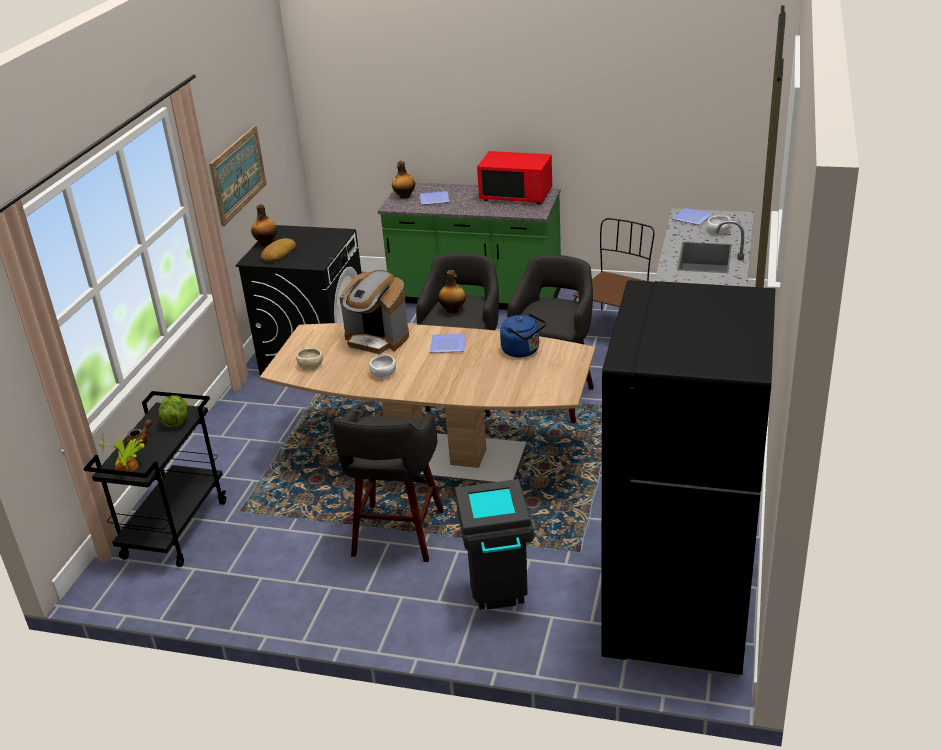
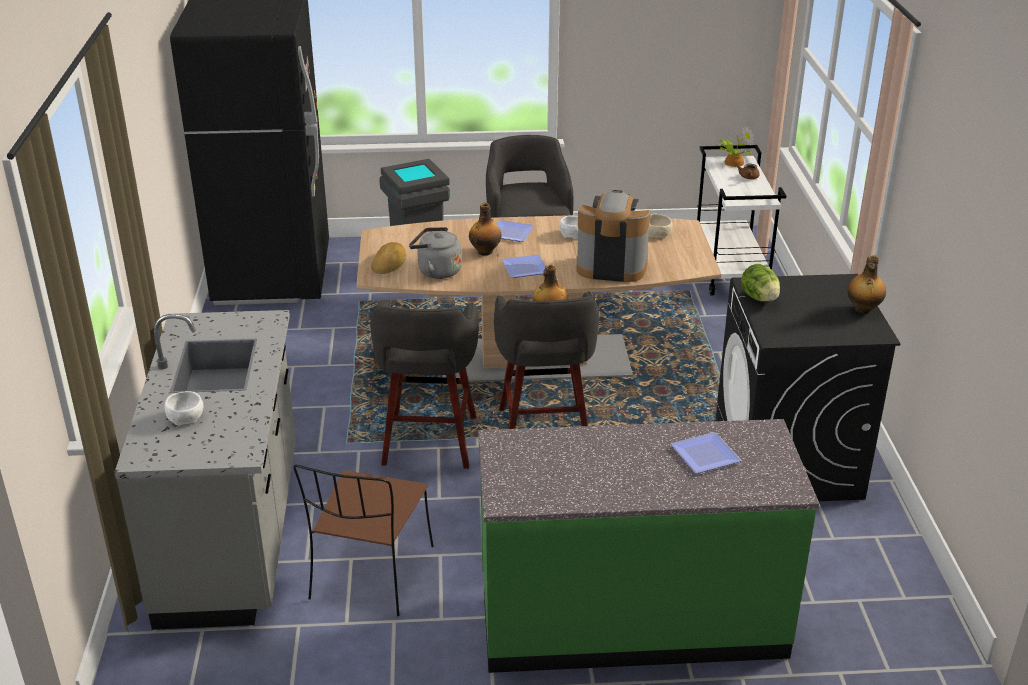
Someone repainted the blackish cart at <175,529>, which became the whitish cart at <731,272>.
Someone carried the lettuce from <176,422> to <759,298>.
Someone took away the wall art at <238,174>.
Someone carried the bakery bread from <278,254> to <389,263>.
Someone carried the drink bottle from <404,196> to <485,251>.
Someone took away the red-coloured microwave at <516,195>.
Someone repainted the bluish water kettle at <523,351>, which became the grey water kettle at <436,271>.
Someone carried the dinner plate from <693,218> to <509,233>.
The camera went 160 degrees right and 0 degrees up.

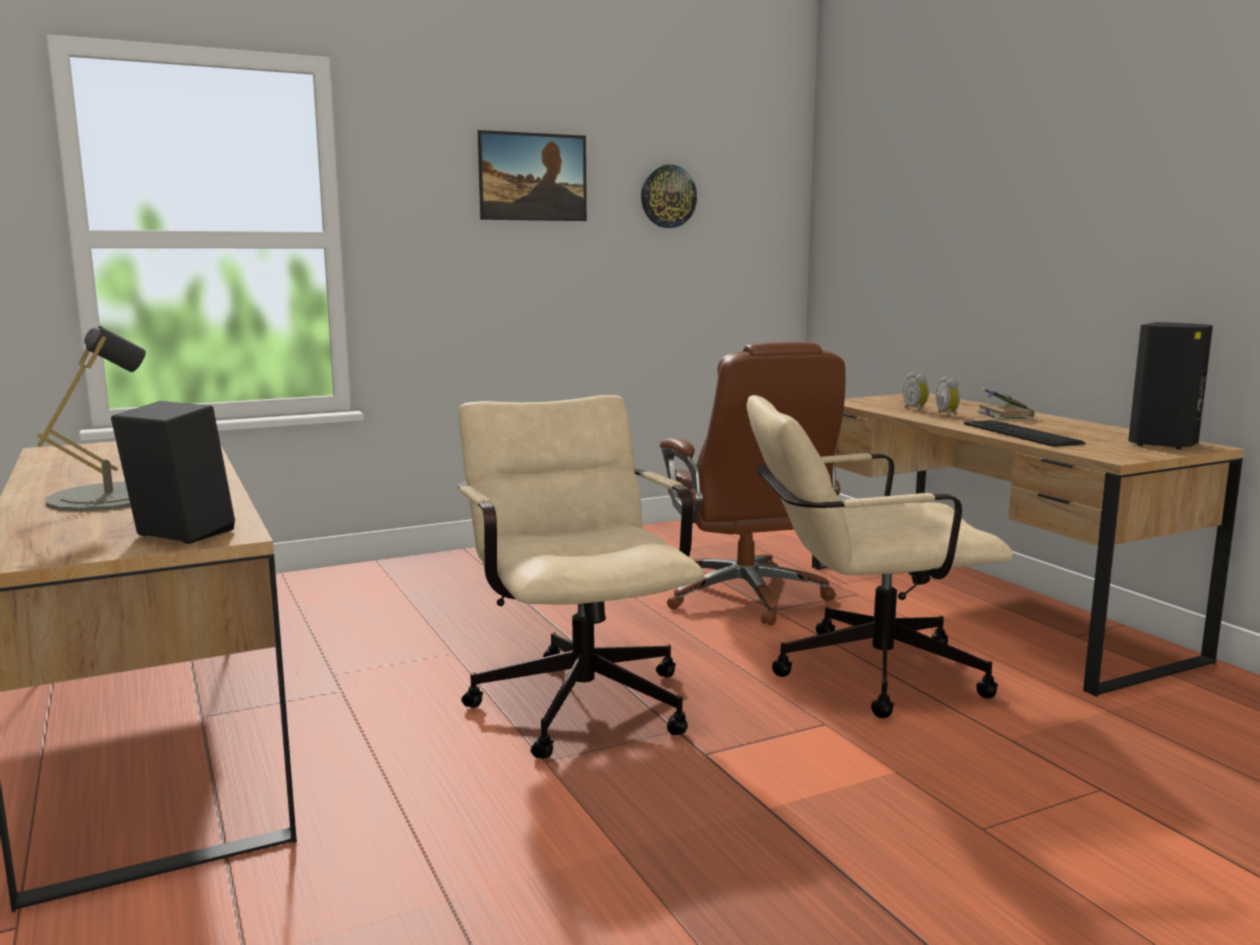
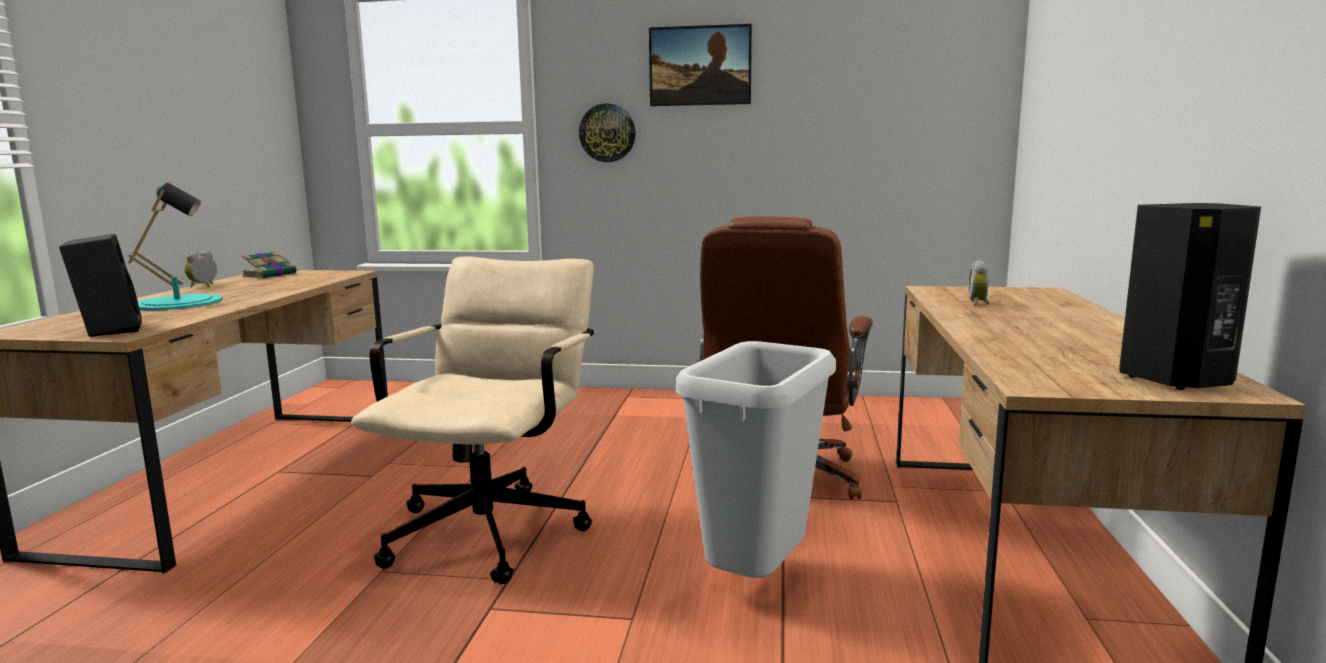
Someone repainted the grey tabletop lamp at <109,497>, which became the turquoise tabletop lamp at <178,302>.
Someone carried the clock on the wall from <668,196> to <607,133>.
Someone swapped the sand-coloured office chair at <860,673> for the grey rubbish bin at <754,580>.
Someone carried the alarm clock from <948,415> to <204,286>.
Someone took away the keyboard at <1021,433>.
Someone carried the volume from <1004,415> to <271,275>.
The camera went 35 degrees right and 0 degrees up.

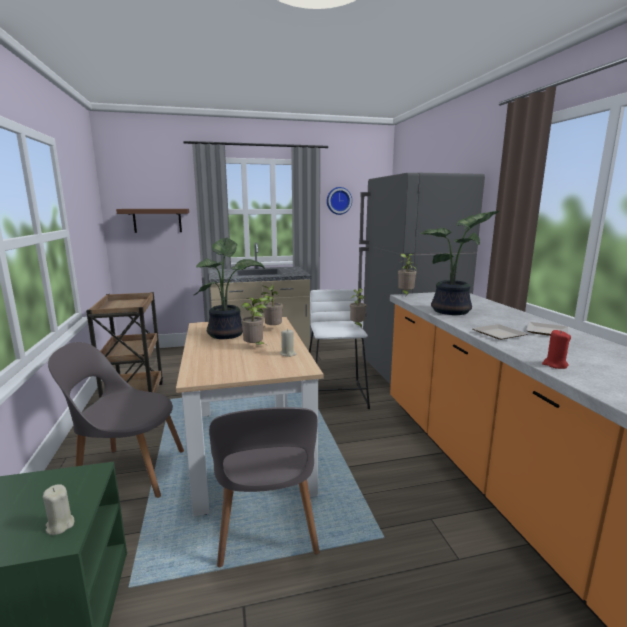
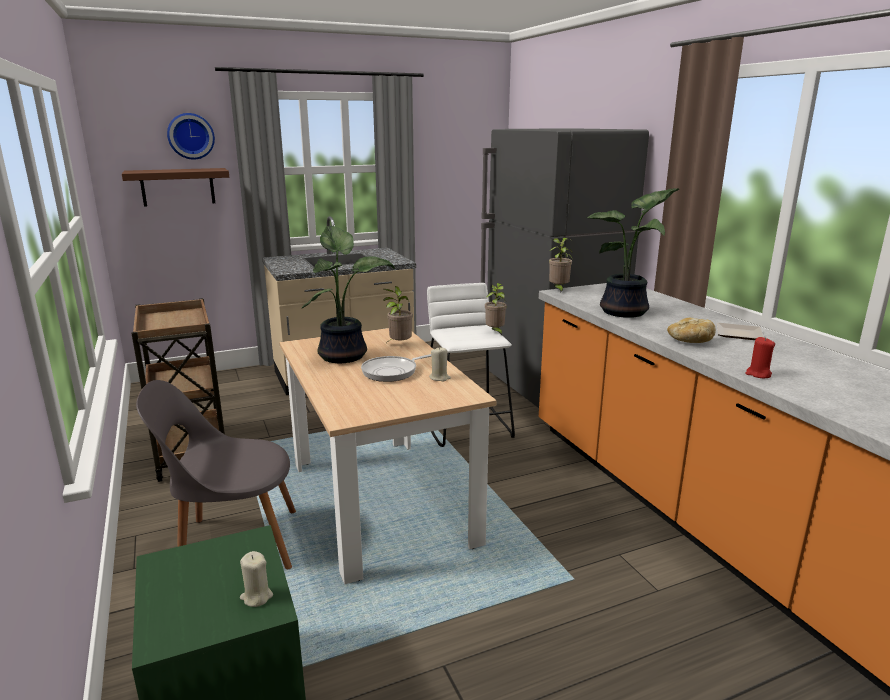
Someone took away the grey plain chair at <266,527>.
Someone swapped the potted plant at <255,347> for the frying pan at <393,372>.
Someone carried the clock on the wall from <338,201> to <191,136>.
Someone swapped the dinner plate at <499,335> for the bakery bread at <689,341>.
The camera went 10 degrees left and 5 degrees up.

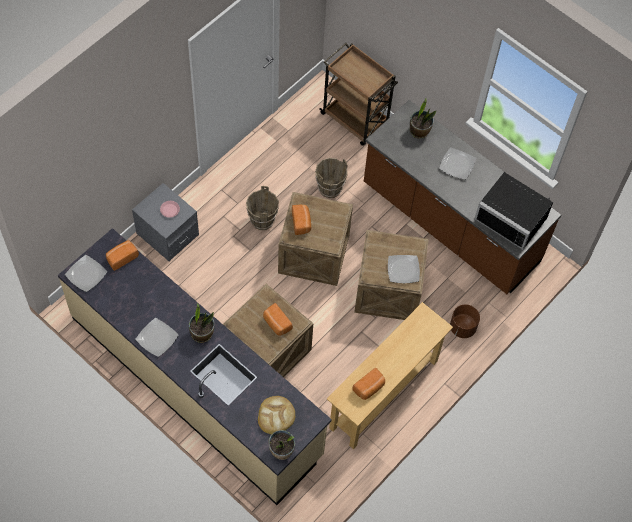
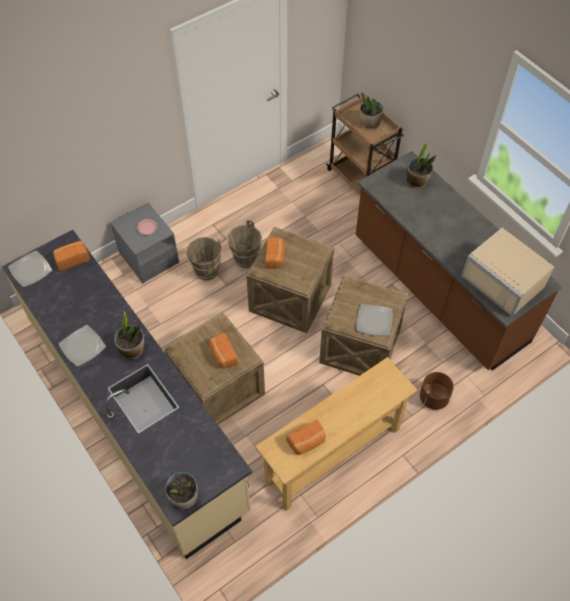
Someone took away the bakery bread at <276,415>.
Someone carried the brownish bucket from <329,188> to <206,271>.
Someone took away the dinner plate at <457,164>.
Someone repainted the blackish microwave at <513,216>, which became the sand-coloured microwave at <506,280>.
Someone put down the potted plant at <370,124>.
The camera went 15 degrees right and 5 degrees down.

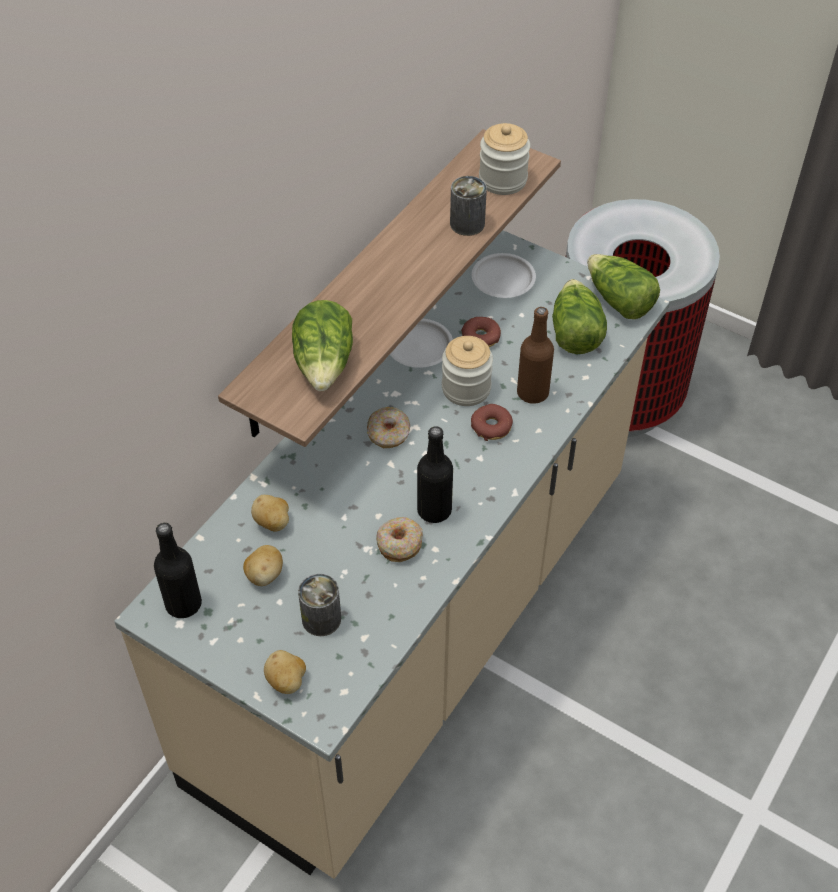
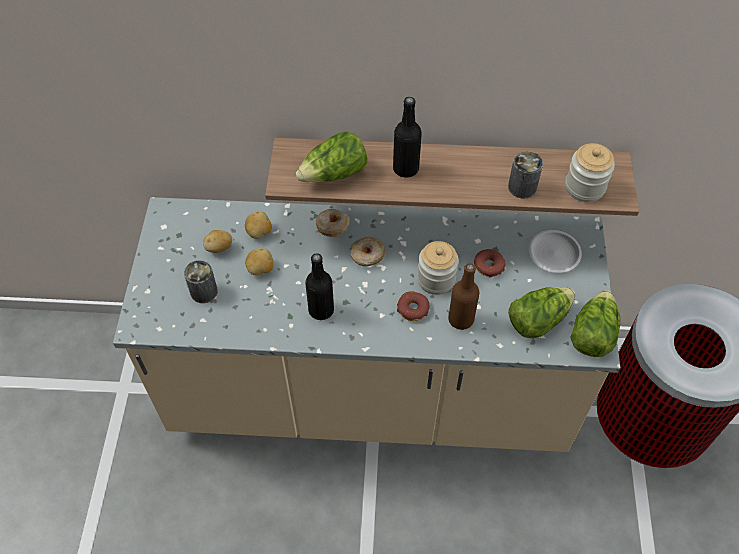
Someone carried the blackish drink bottle from <183,604> to <405,168>.
Someone carried the spud from <287,681> to <261,269>.
Someone carried the doughnut from <399,544> to <333,226>.
Someone took away the whitish dinner plate at <419,346>.
The camera went 60 degrees right and 5 degrees up.

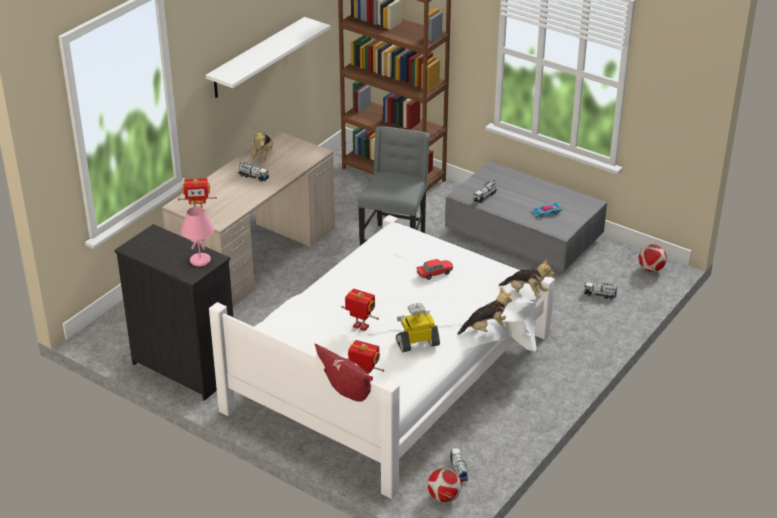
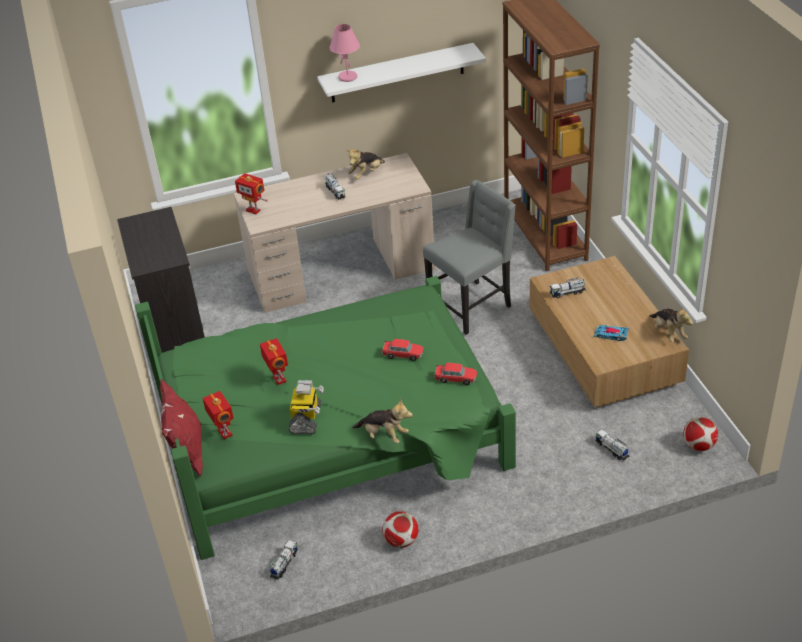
Someone carried the pink tabletop lamp from <200,260> to <348,77>.
Someone repainted the whitish bedroom bed at <392,371>, which became the greenish bedroom bed at <334,435>.
Someone rotated the toy robot at <417,343> by 75 degrees clockwise.
Someone carried the football ball from <444,497> to <401,541>.
Someone repainted the grey coffee table at <524,235>, which became the brownish coffee table at <604,350>.
Someone carried the plush toy from <526,292> to <668,333>.
Someone put down the toy car at <455,378>.
The camera went 40 degrees right and 5 degrees up.

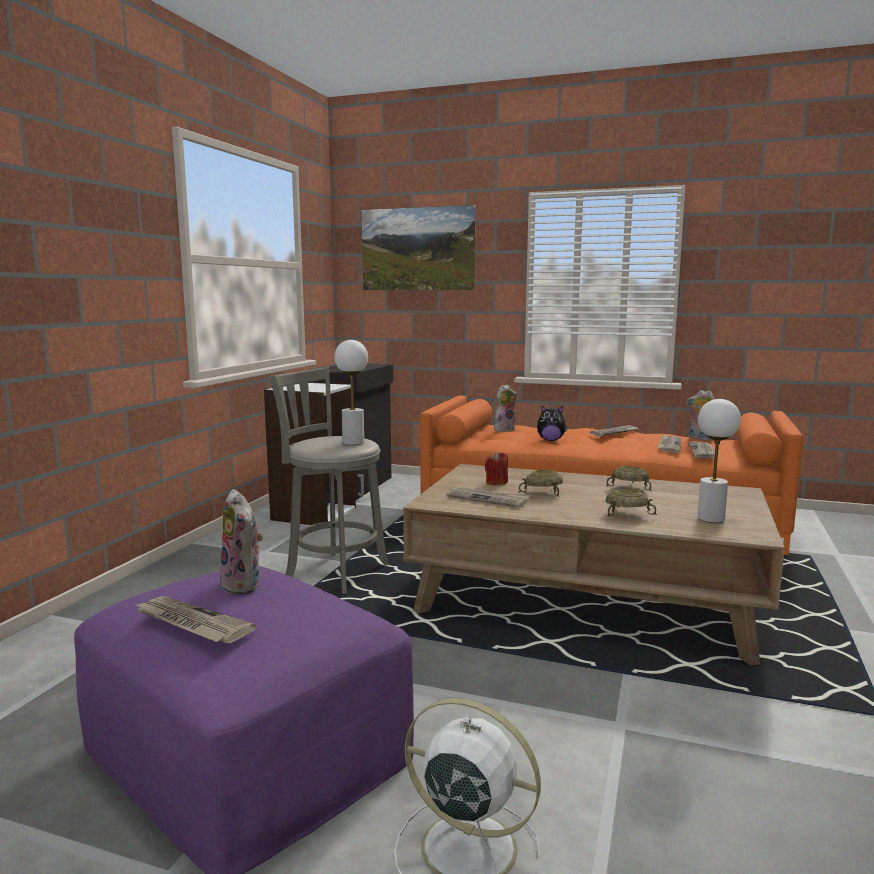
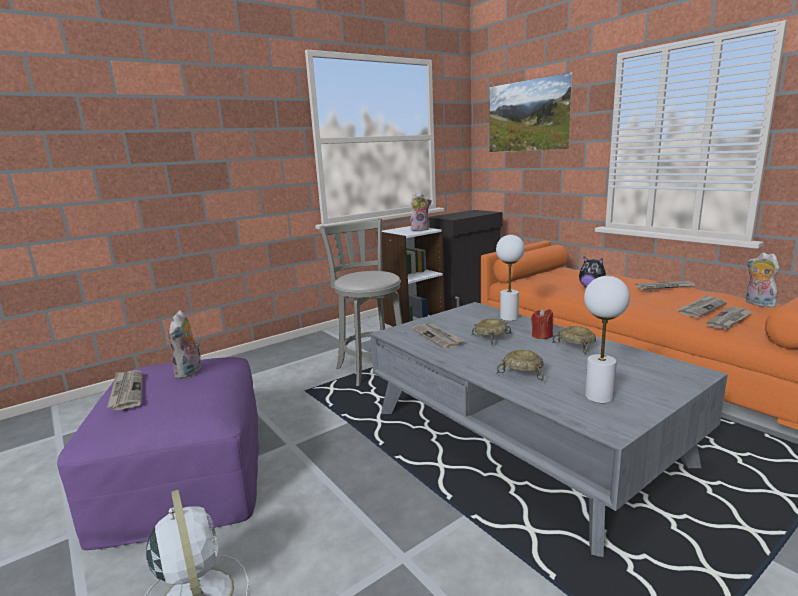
Someone carried the whitish tabletop lamp from <353,442> to <509,317>.
Someone repainted the brownish coffee table at <587,598>, which became the grey coffee table at <522,437>.
Someone carried the red-coloured candle from <496,482> to <542,336>.
Someone carried the plush toy from <504,429> to <420,229>.
The camera went 35 degrees right and 5 degrees up.

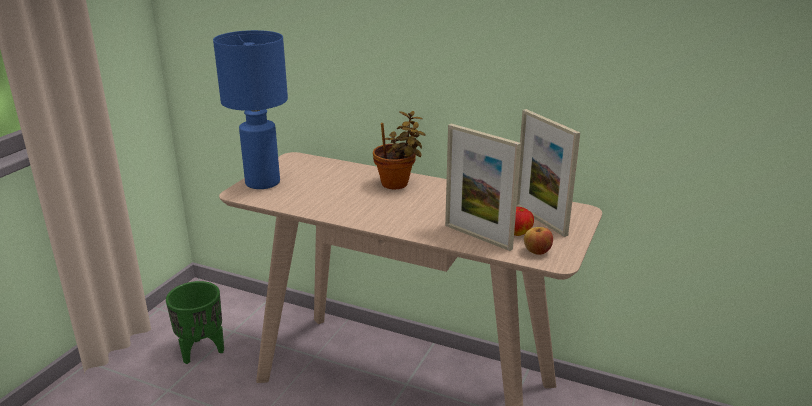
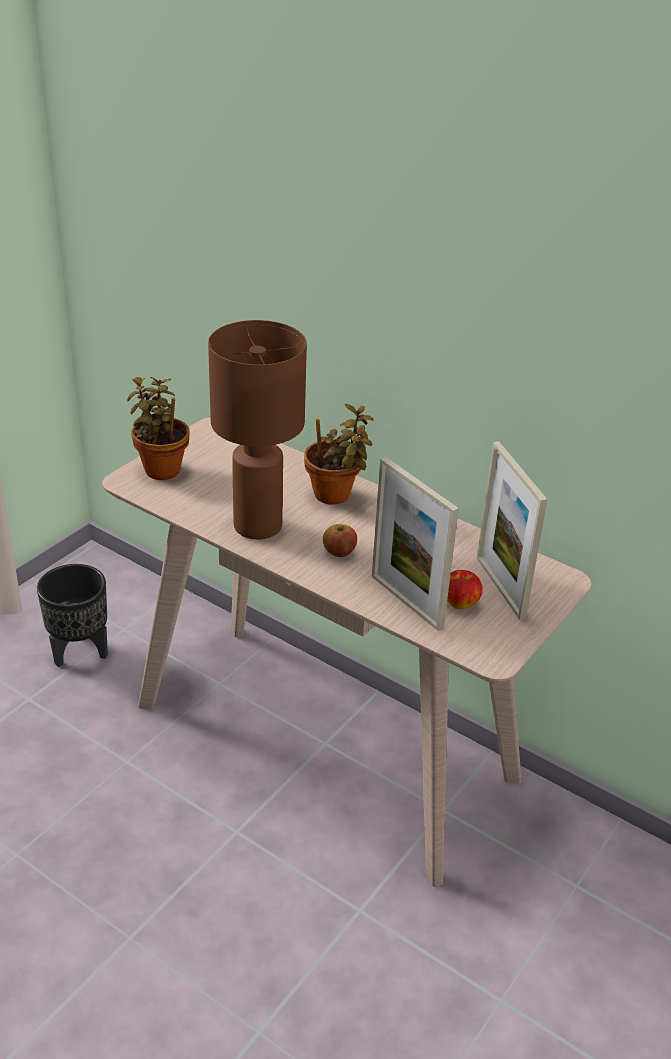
Someone repainted the greenish planter at <202,350>, which became the blackish planter at <80,651>.
Someone swapped the bluish tabletop lamp at <262,183> for the potted plant at <161,468>.
Someone carried the apple from <537,251> to <339,552>.
Someone put down the brownish tabletop lamp at <257,527>.
The camera went 10 degrees right and 10 degrees up.

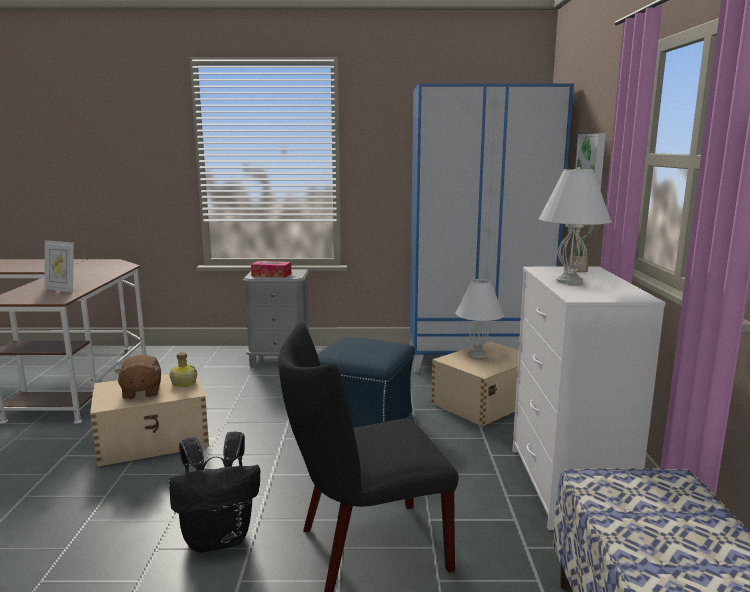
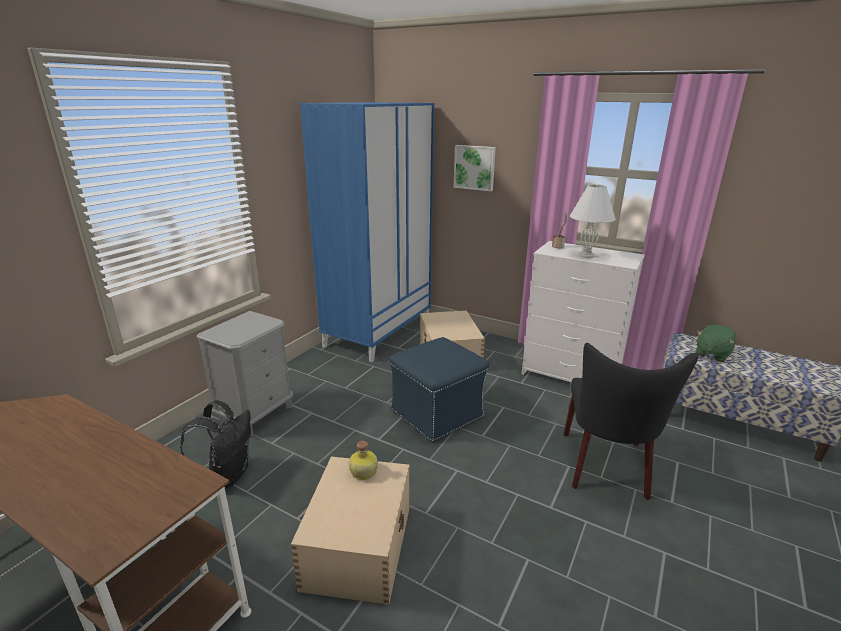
Someone took away the picture frame at <61,289>.
Someone took away the brownish plush toy at <141,392>.
Someone carried the blackish rucksack from <219,538> to <228,474>.
Someone took away the box of tissues at <271,275>.
Someone took away the whitish tabletop lamp at <477,355>.
Someone put down the greenish plush toy at <712,354>.
The camera went 60 degrees left and 10 degrees up.

